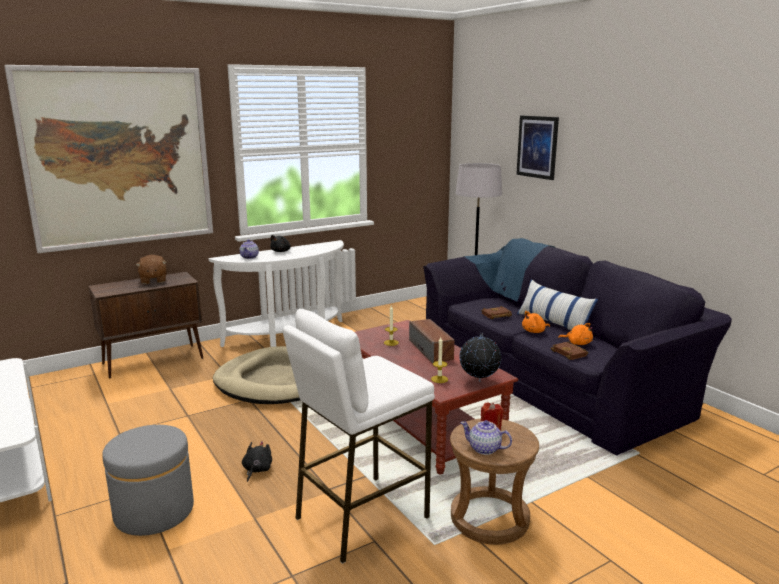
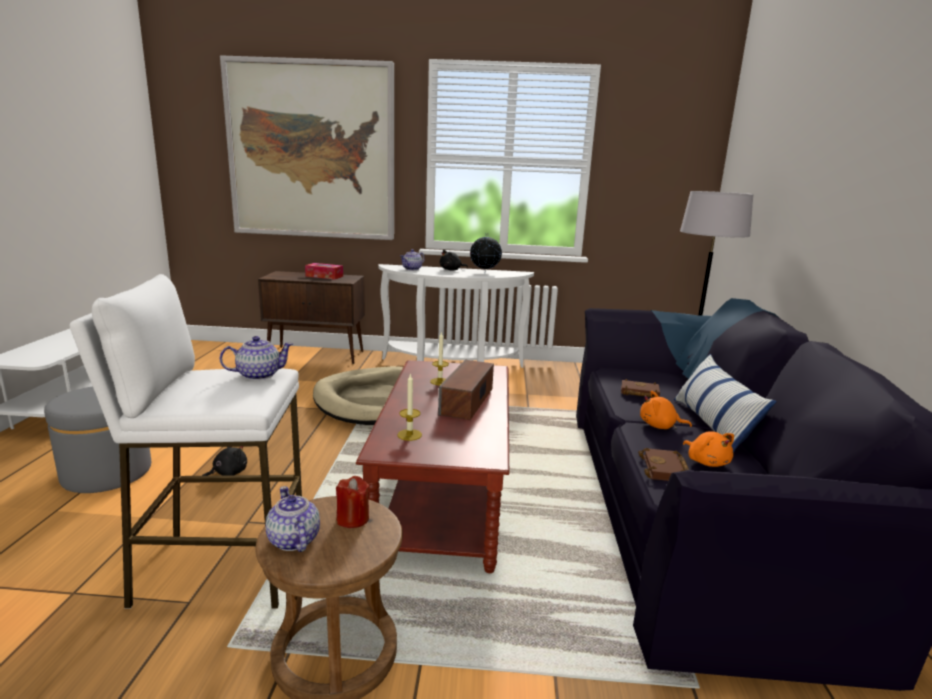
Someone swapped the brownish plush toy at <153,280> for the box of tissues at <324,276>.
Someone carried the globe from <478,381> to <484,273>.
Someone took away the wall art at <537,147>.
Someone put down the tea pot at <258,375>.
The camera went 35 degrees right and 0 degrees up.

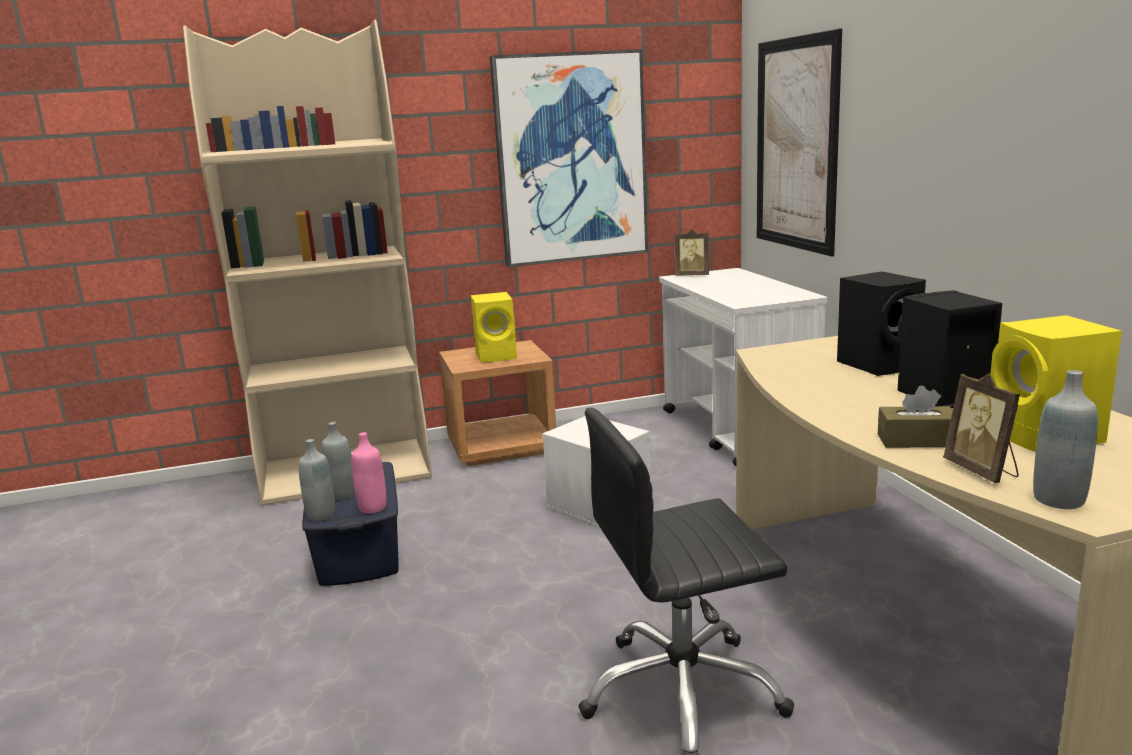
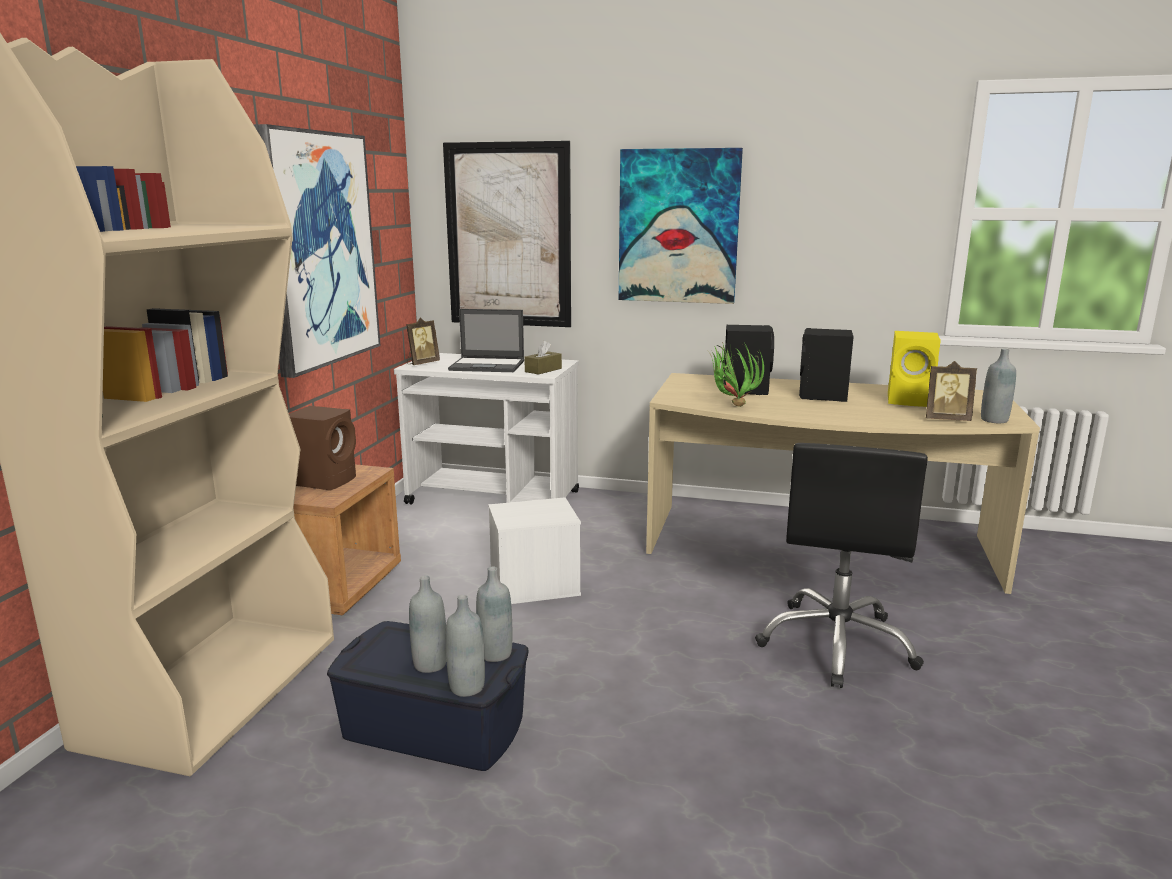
Someone repainted the pink drink bottle at <372,508>, which became the grey drink bottle at <495,654>.
Someone repainted the yellow loudspeaker at <498,355>, which became the brownish loudspeaker at <325,480>.
Someone carried the brownish box of tissues from <916,440> to <543,370>.
Someone put down the notebook computer at <488,366>.
Someone put up the wall art at <678,226>.
Someone put down the potted plant at <731,406>.
The camera went 60 degrees left and 0 degrees up.

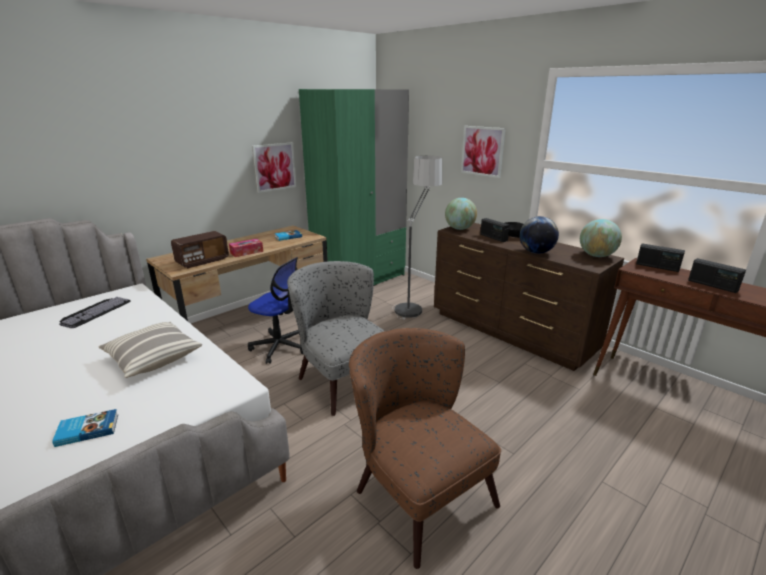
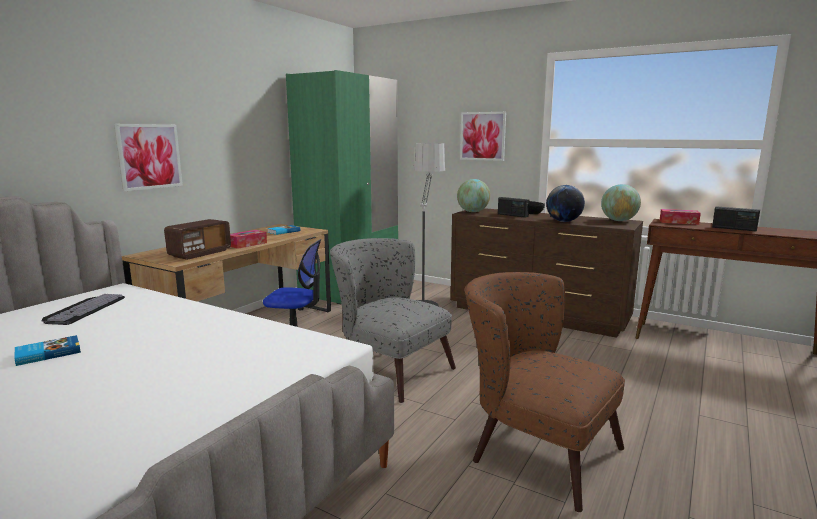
Someone carried the volume from <87,429> to <48,353>.
Someone took away the throw pillow at <153,358>.
Someone carried the wall art from <274,167> to <149,156>.
Someone swapped the radio set at <657,267> for the box of tissues at <678,222>.
The camera went 15 degrees left and 10 degrees down.

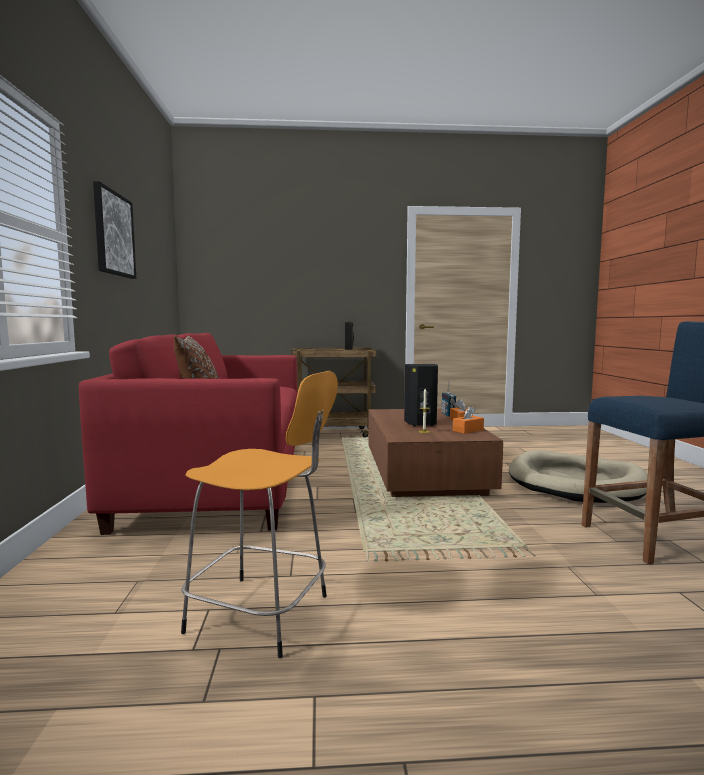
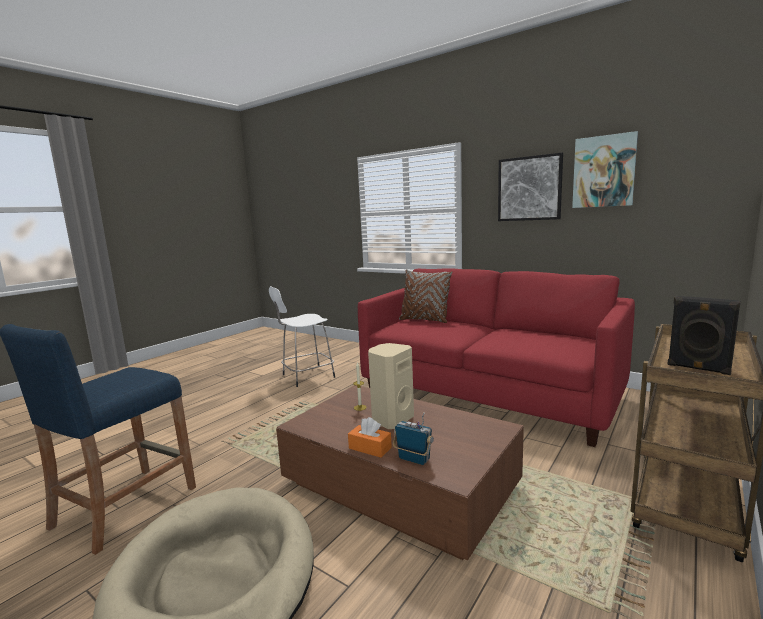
Someone repainted the orange stool at <263,615>, which became the whitish stool at <306,376>.
Someone repainted the blackish loudspeaker at <421,424>, which became the sand-coloured loudspeaker at <391,419>.
Someone took away the orange box of tissues at <468,430>.
Someone put up the wall art at <604,171>.
The camera went 130 degrees right and 5 degrees up.

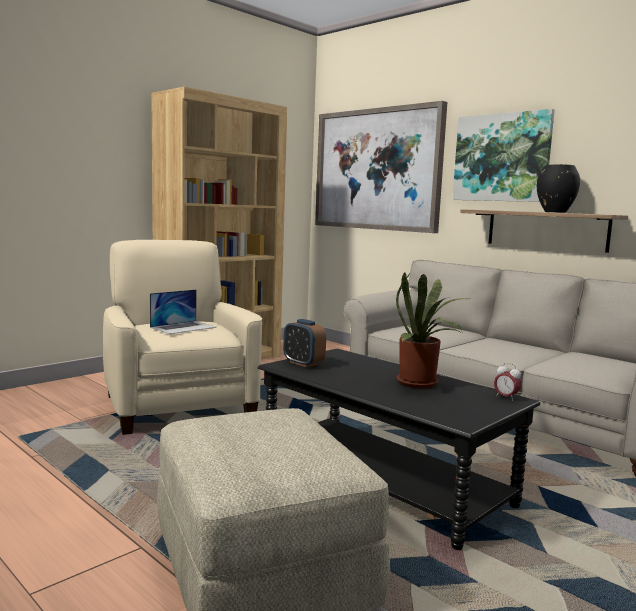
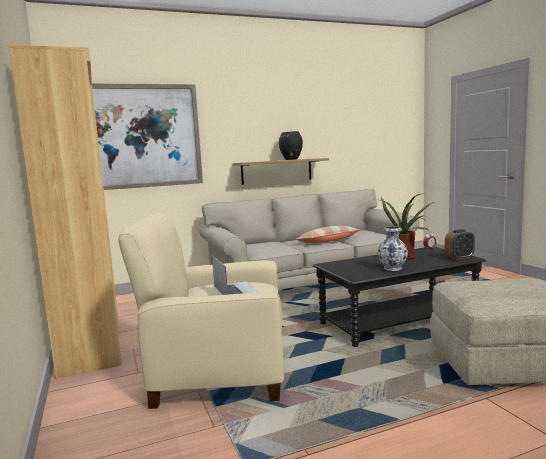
Someone carried the alarm clock from <303,363> to <459,258>.
Someone took away the wall art at <501,157>.
Someone put down the throw pillow at <328,241>.
Someone put down the decorative vase at <392,268>.
The camera went 65 degrees left and 0 degrees up.

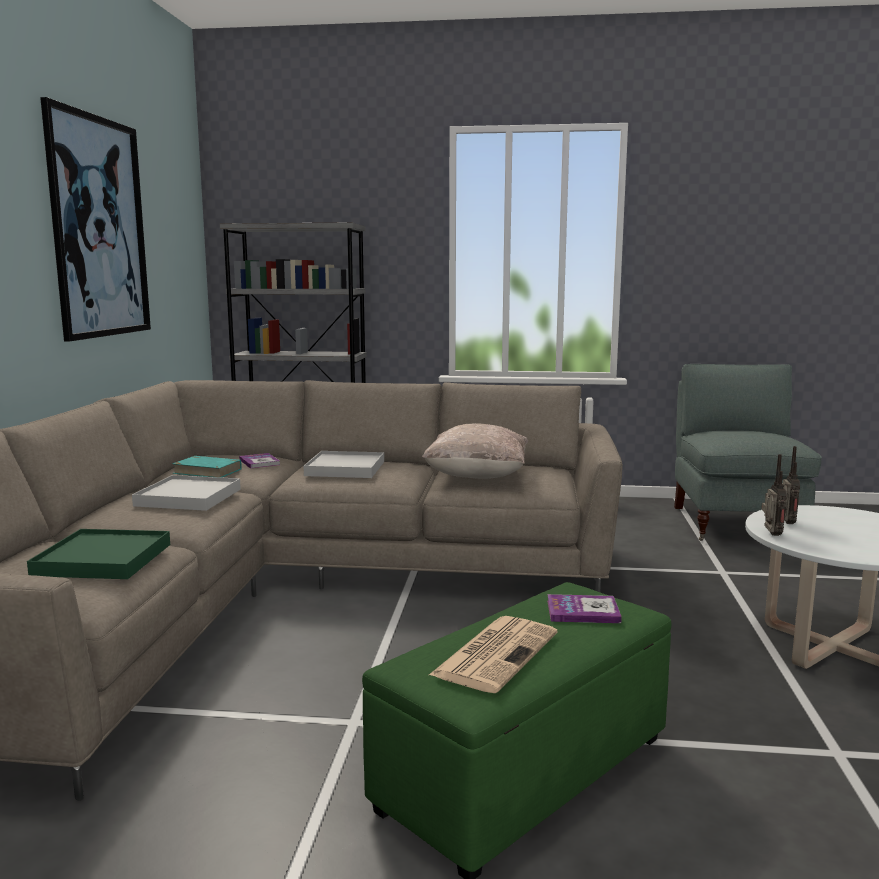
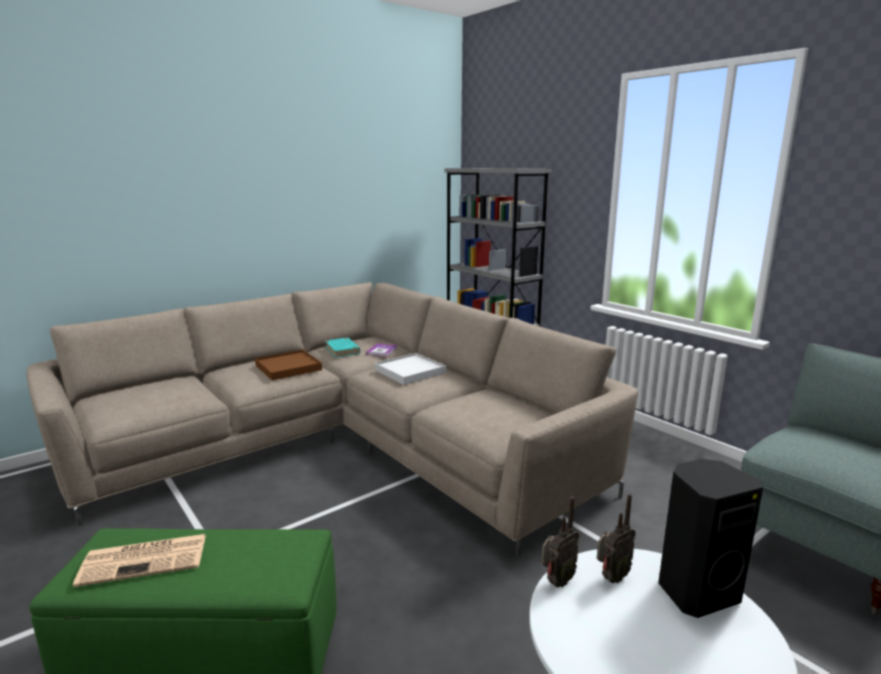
Someone took away the greenish carrying tray at <103,559>.
Someone took away the wall art at <99,227>.
Someone repainted the whitish carrying tray at <188,497>, which became the brownish carrying tray at <288,367>.
Someone took away the sand-coloured throw pillow at <477,477>.
Someone took away the volume at <583,611>.
Someone put down the blackish loudspeaker at <695,591>.
The camera went 45 degrees right and 5 degrees up.

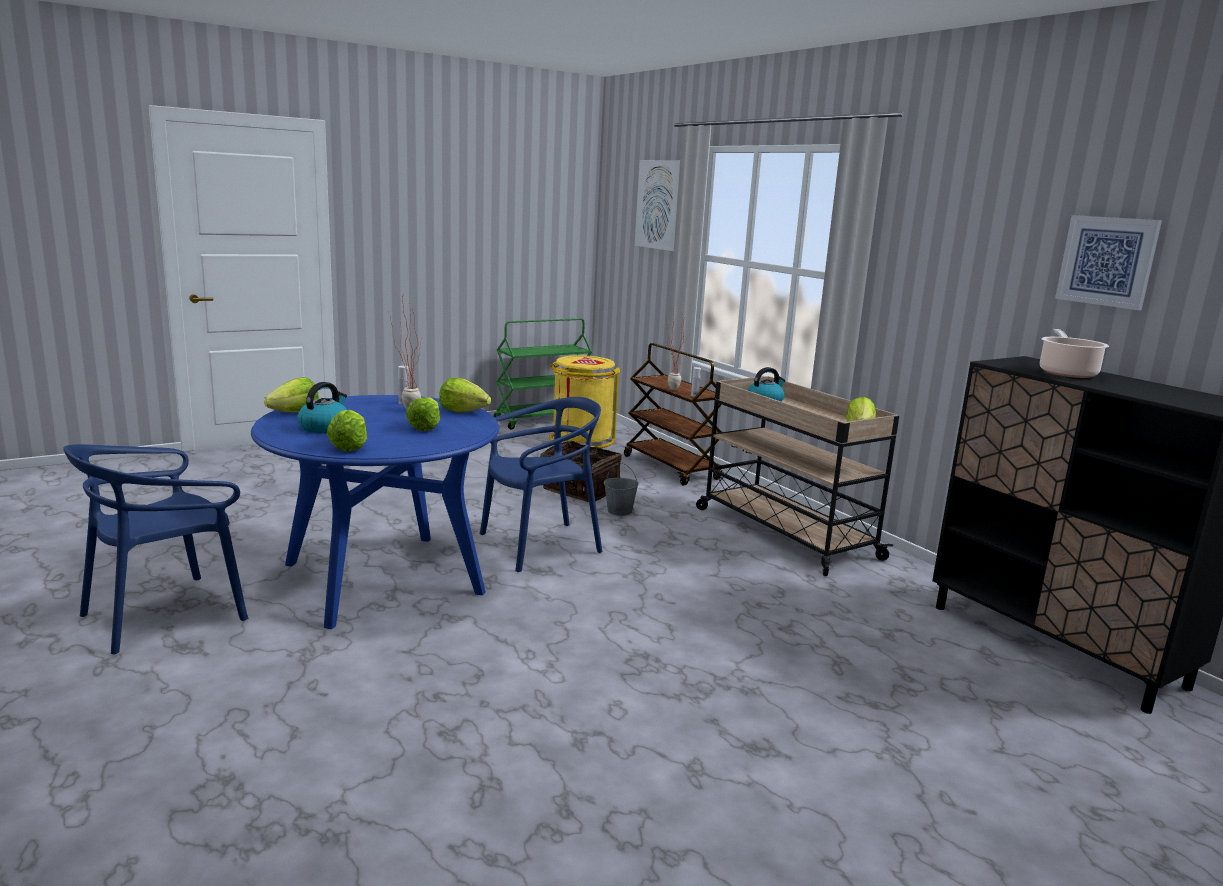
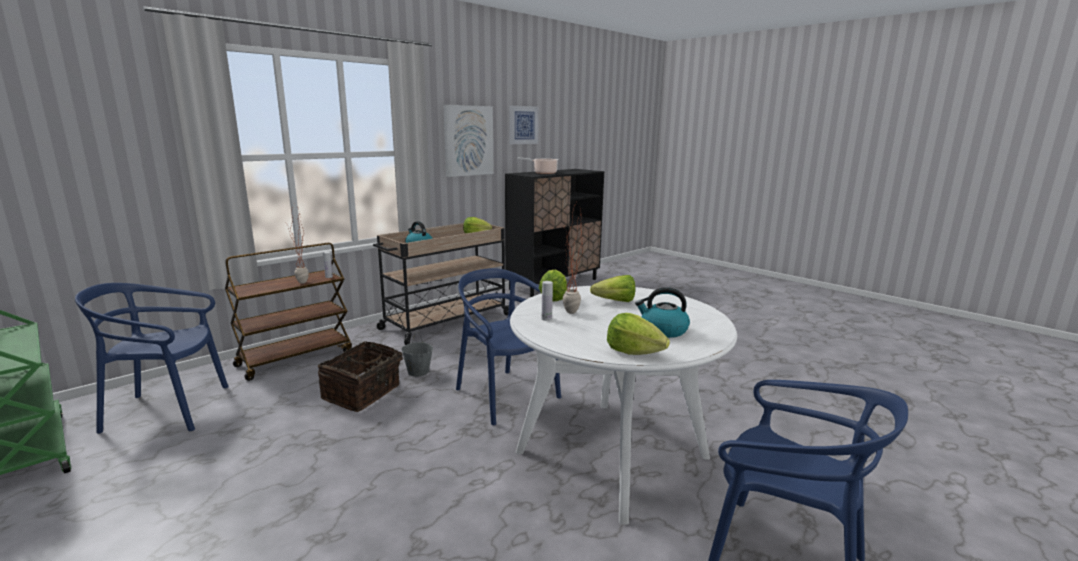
Someone repainted the bluish dinner table at <383,578>, which became the whitish dinner table at <612,454>.
Someone took away the lettuce at <349,447>.
Someone swapped the yellow rubbish bin at <581,440> for the bluish plain chair at <168,410>.
Someone carried the wall art from <661,205> to <468,141>.
The camera went 100 degrees left and 0 degrees up.

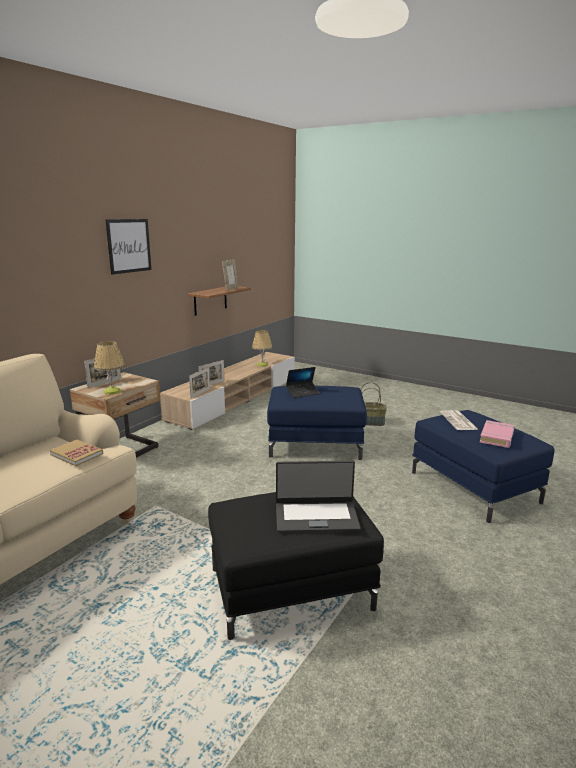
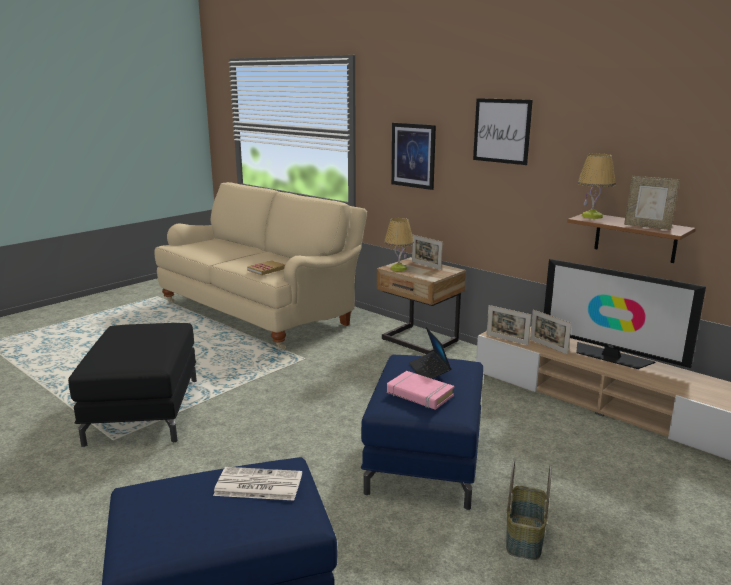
Someone carried the tabletop lamp from <262,365> to <592,216>.
Someone took away the notebook computer at <316,516>.
Someone carried the pink volume from <497,437> to <419,394>.
Someone put up the wall art at <413,155>.
Someone put down the TV set at <610,356>.
The camera went 100 degrees right and 0 degrees up.

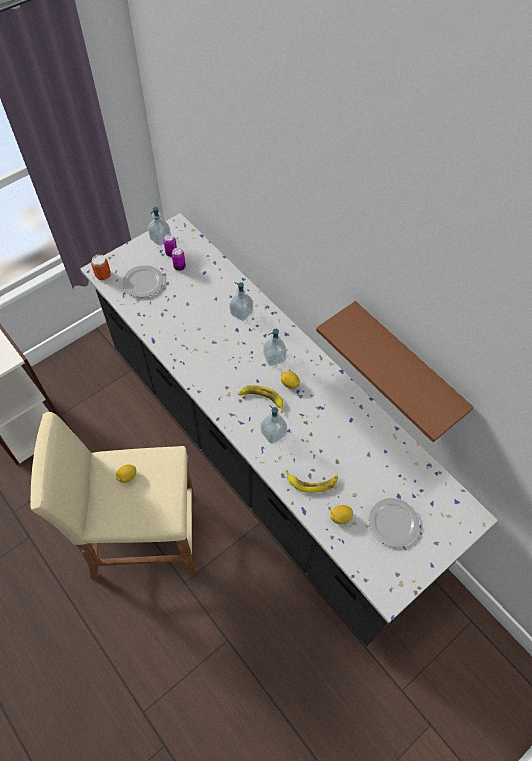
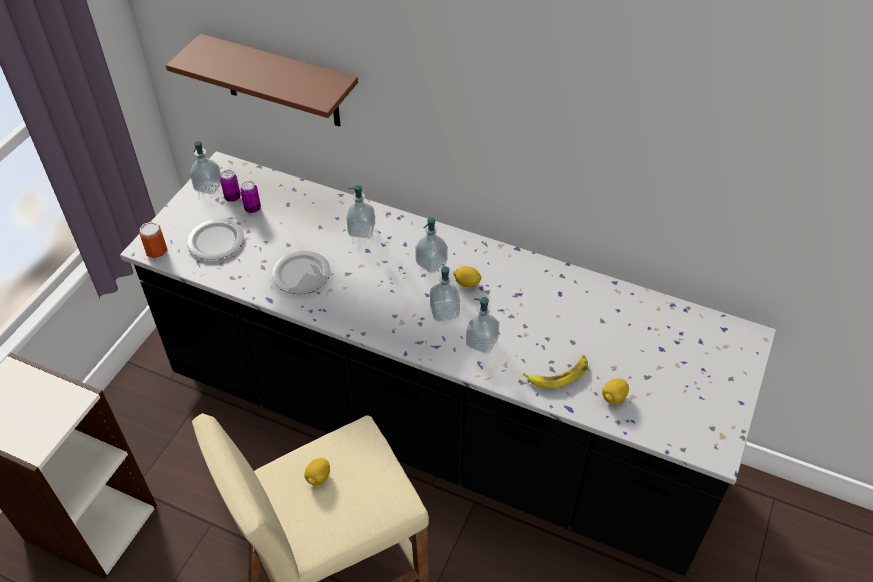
Someone swapped the banana fruit at <261,399> for the soap bottle at <444,312>.
Someone carried the brownish wall shelf from <405,367> to <281,82>.
Someone carried the dinner plate from <392,522> to <300,273>.
The camera went 25 degrees left and 10 degrees down.

